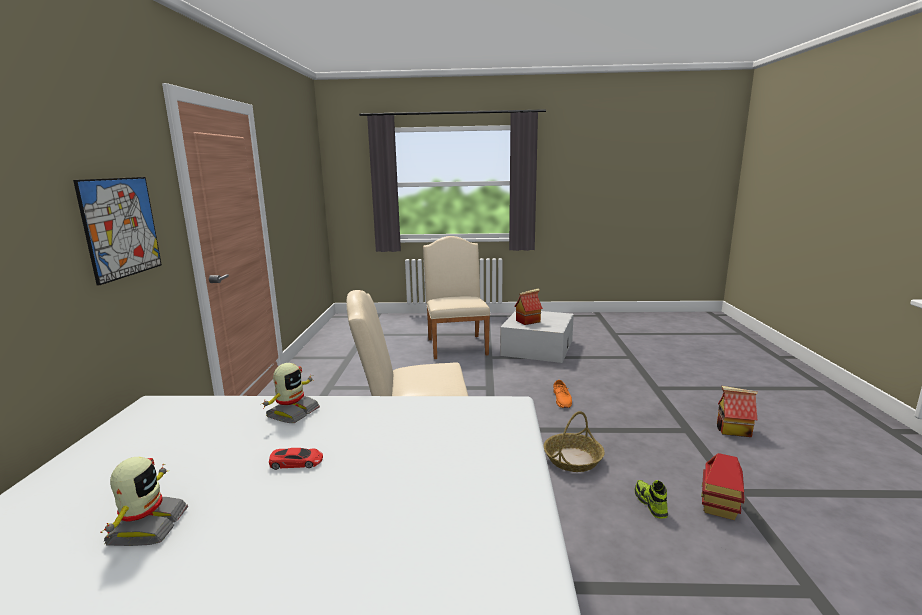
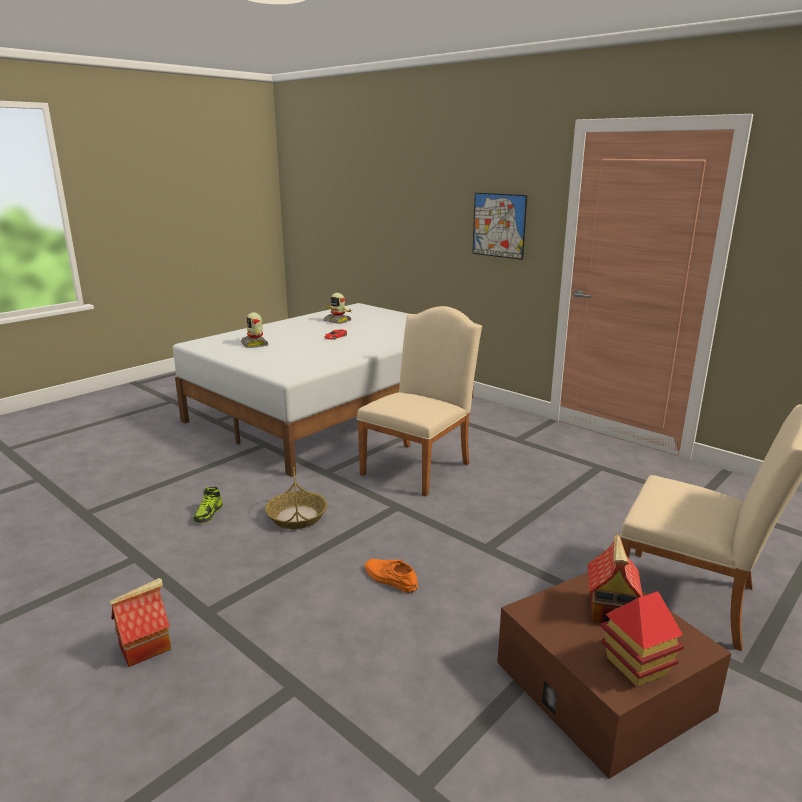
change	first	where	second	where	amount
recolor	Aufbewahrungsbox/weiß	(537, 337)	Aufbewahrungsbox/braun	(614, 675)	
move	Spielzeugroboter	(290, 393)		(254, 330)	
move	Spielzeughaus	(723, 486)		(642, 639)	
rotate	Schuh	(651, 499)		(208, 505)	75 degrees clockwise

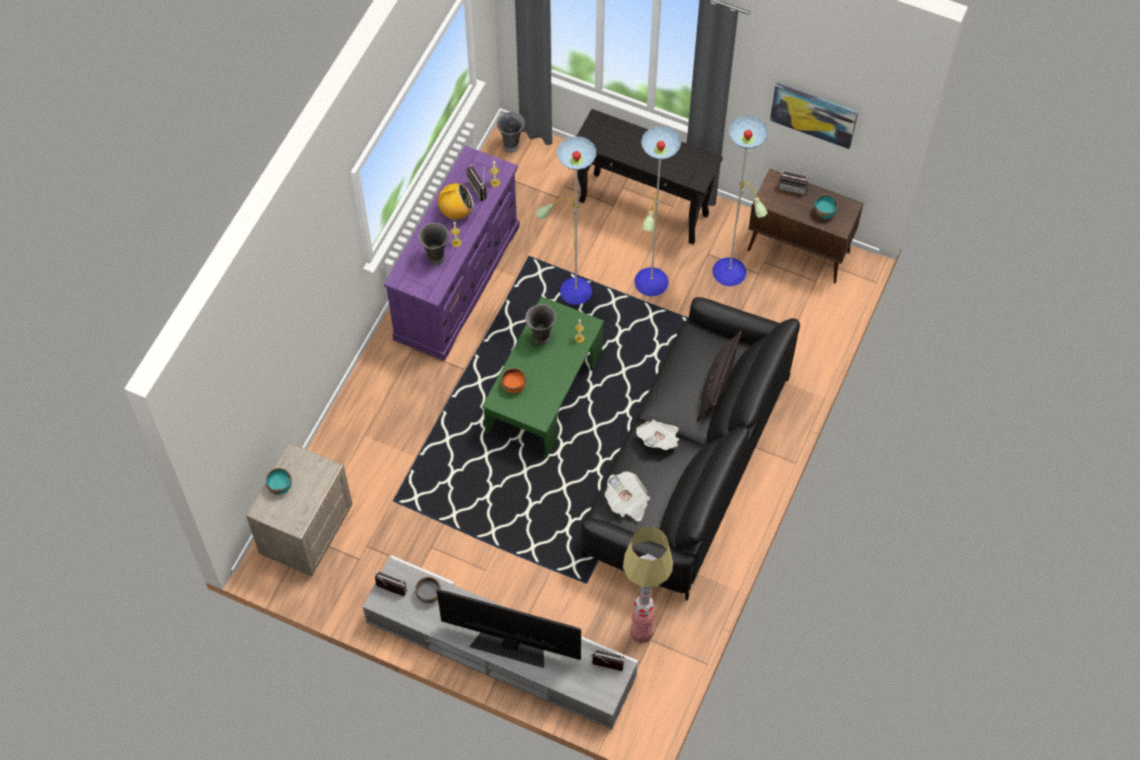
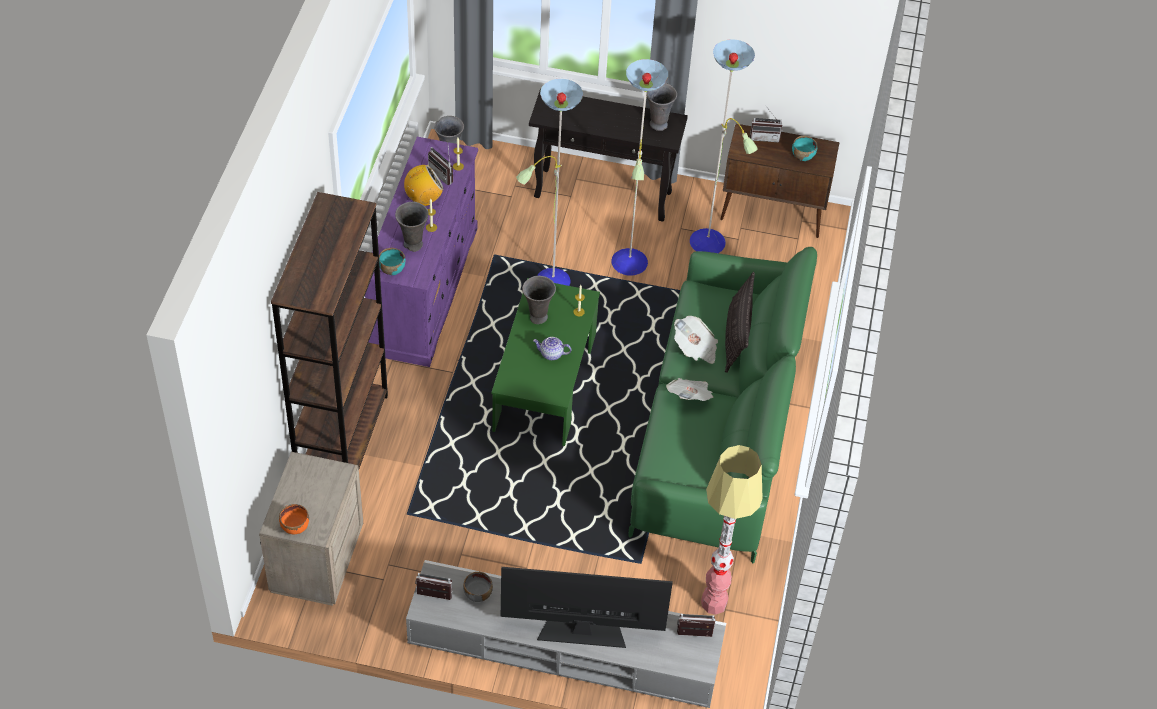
change	first	where	second	where	amount
delete	Bild	(814, 116)			
recolor	Sofa/schwarz	(690, 449)	Sofa/grün	(722, 405)	
move	Schüssel/orange	(513, 380)		(294, 519)	
move	Schüssel/türkis	(279, 481)		(392, 261)	
move	Zeitung	(627, 496)		(696, 340)	
insert			Vase/grau	(661, 107)	
insert			Bücherregal/braun	(329, 330)	
insert			Teekanne	(552, 348)	

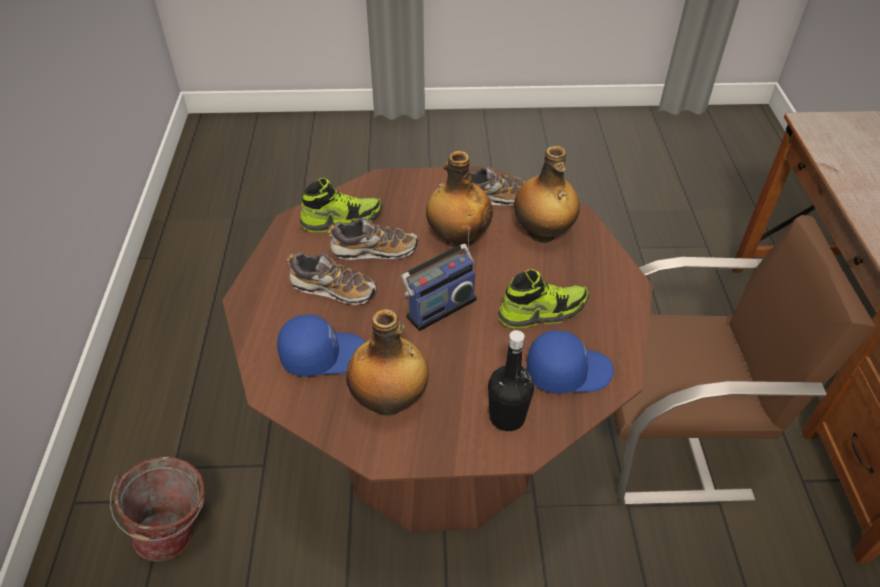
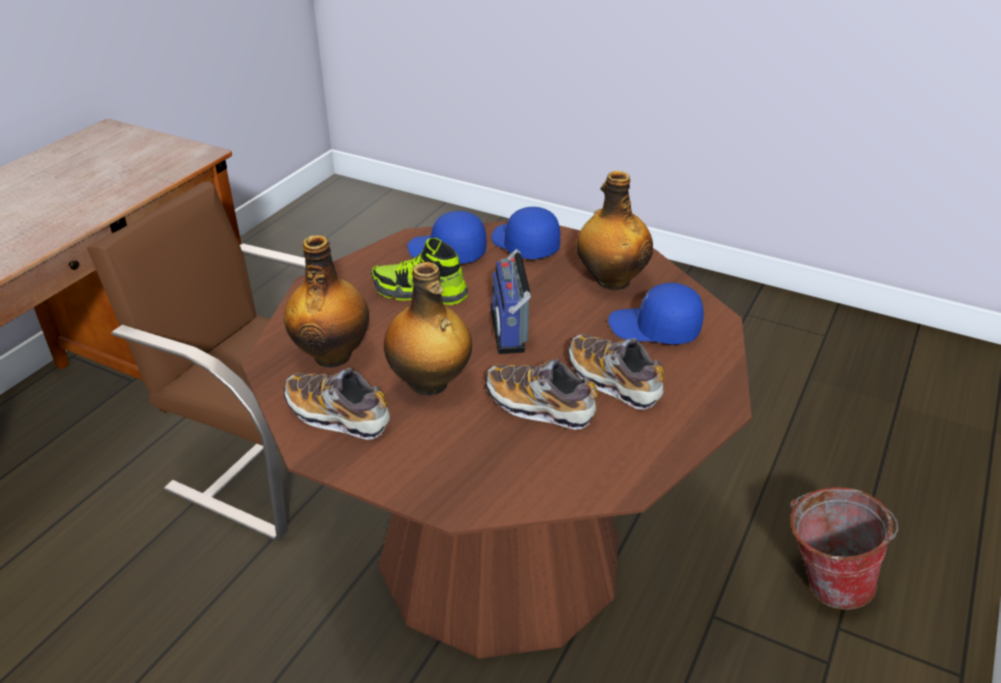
change	first	where	second	where	amount
delete	Schuh	(341, 205)			
rotate	Radio	(439, 278)		(510, 301)	90 degrees counterclockwise
replace	Flasche/schwarz	(511, 380)	Kappe/blau	(525, 233)	

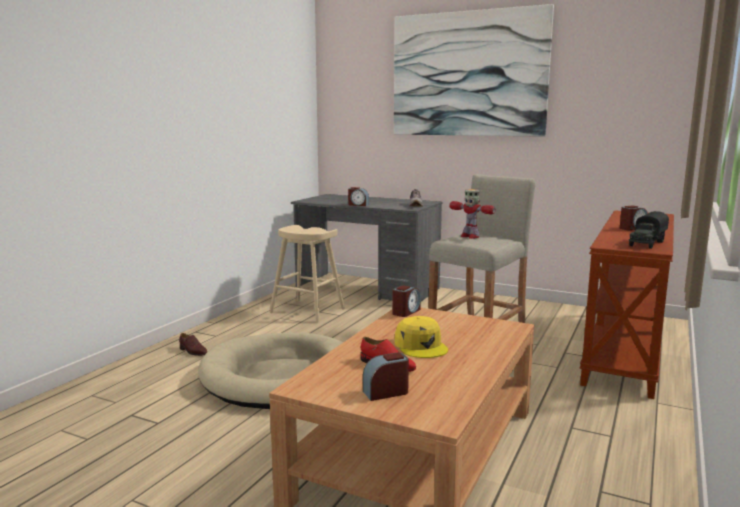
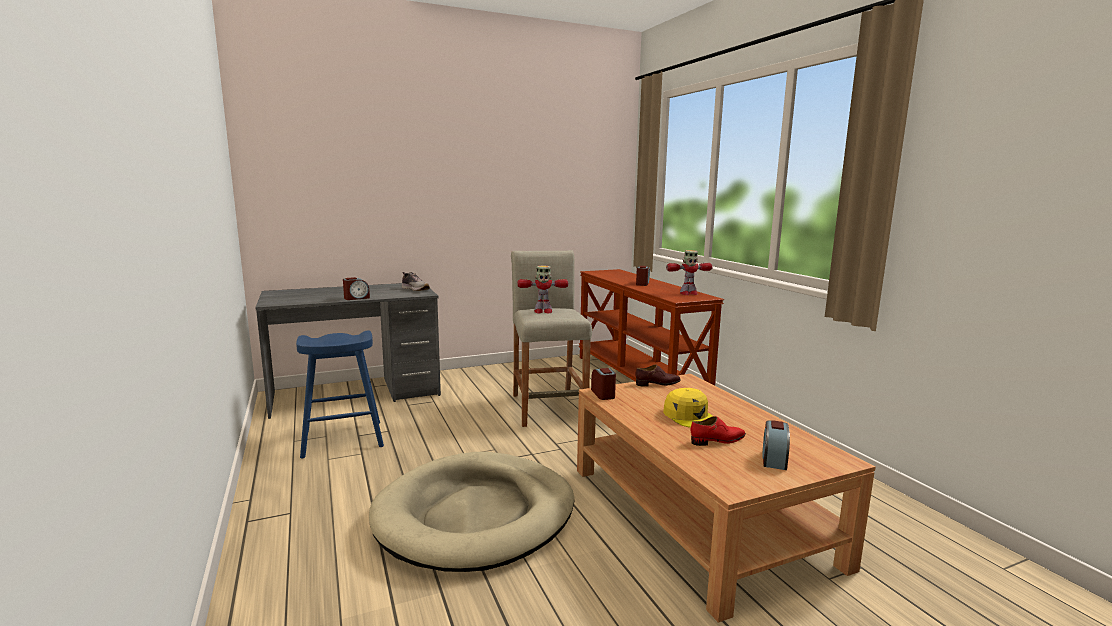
change	first	where	second	where	amount
delete	Bild	(474, 70)			
replace	Spielzeuglaster	(649, 230)	Spielzeugroboter	(689, 272)	
recolor	Hocker/beige	(307, 274)	Hocker/blau	(340, 394)	
rotate	Kappe/gelb	(421, 337)		(688, 408)	45 degrees clockwise
move	Schuh/braun	(193, 344)		(658, 376)	

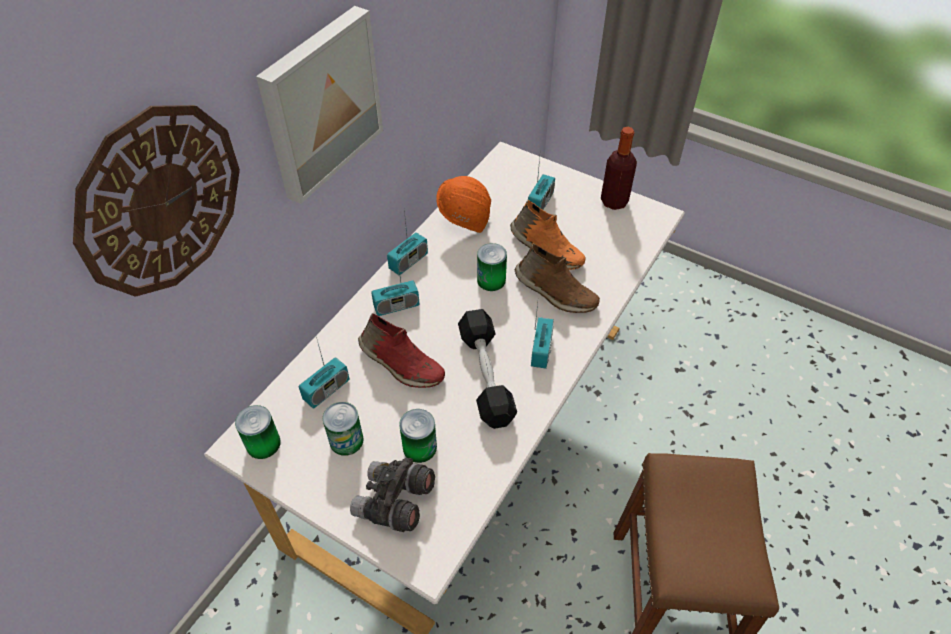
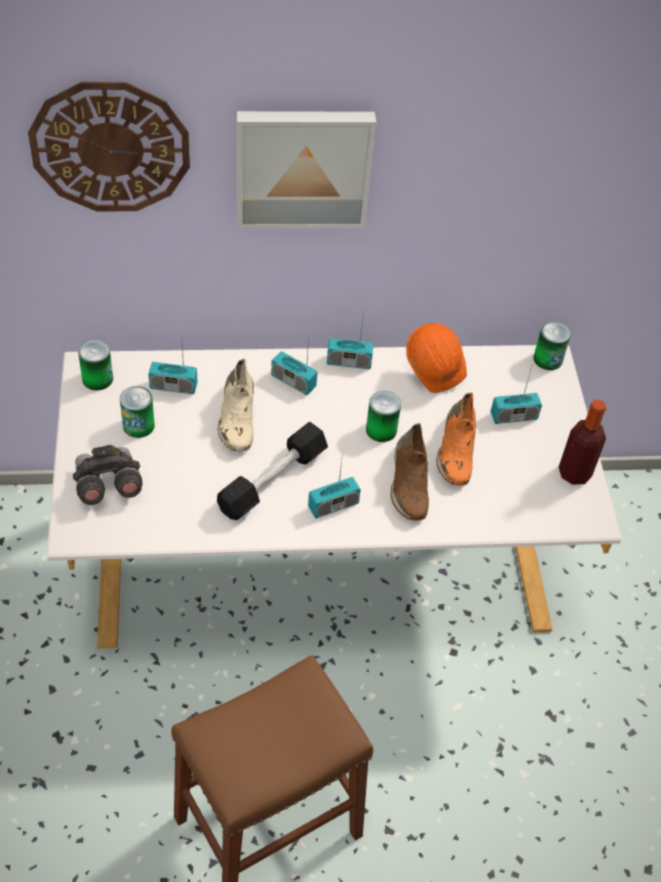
change	first	where	second	where	amount
recolor	Schuh/rot	(401, 350)	Schuh/beige	(235, 405)	
move	Dose	(418, 436)		(552, 345)	

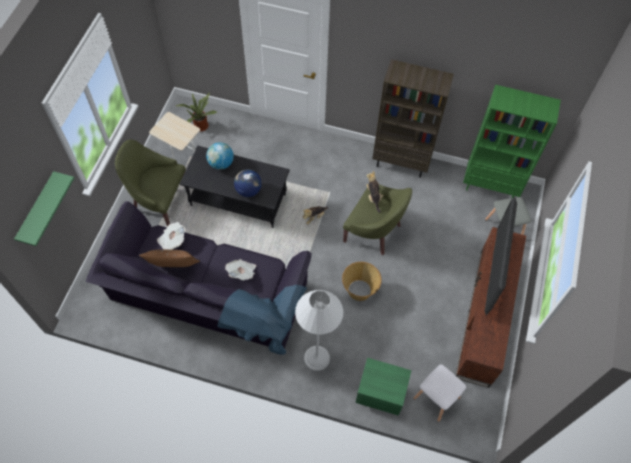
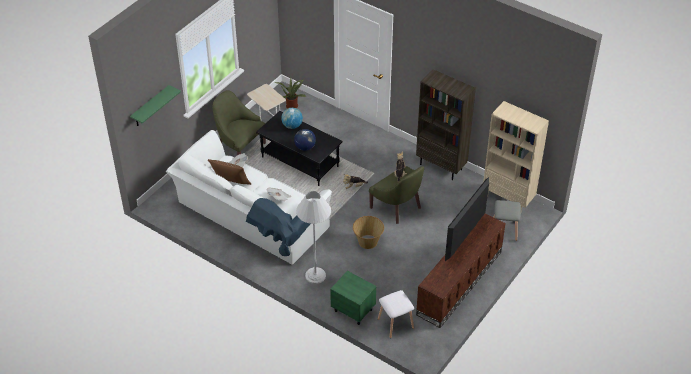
change	first	where	second	where	amount
recolor	Bücherregal/grün	(512, 141)	Bücherregal/beige	(516, 156)	
recolor	Sofa/schwarz	(199, 278)	Sofa/weiß	(249, 197)	

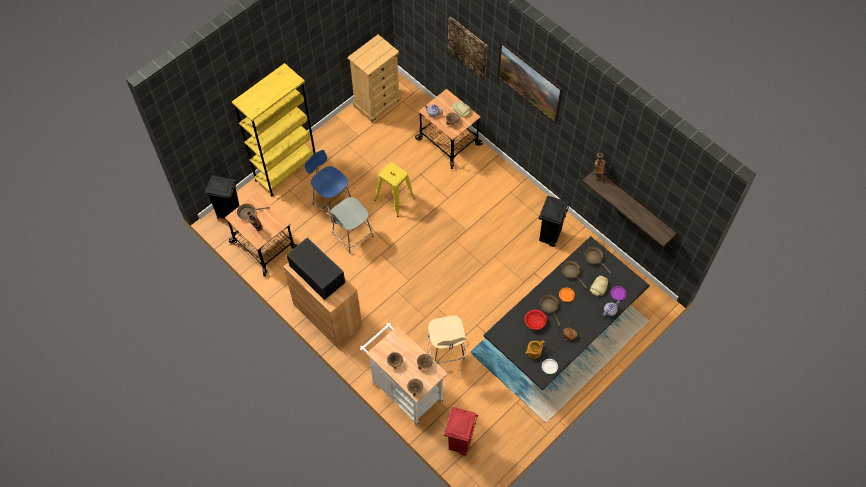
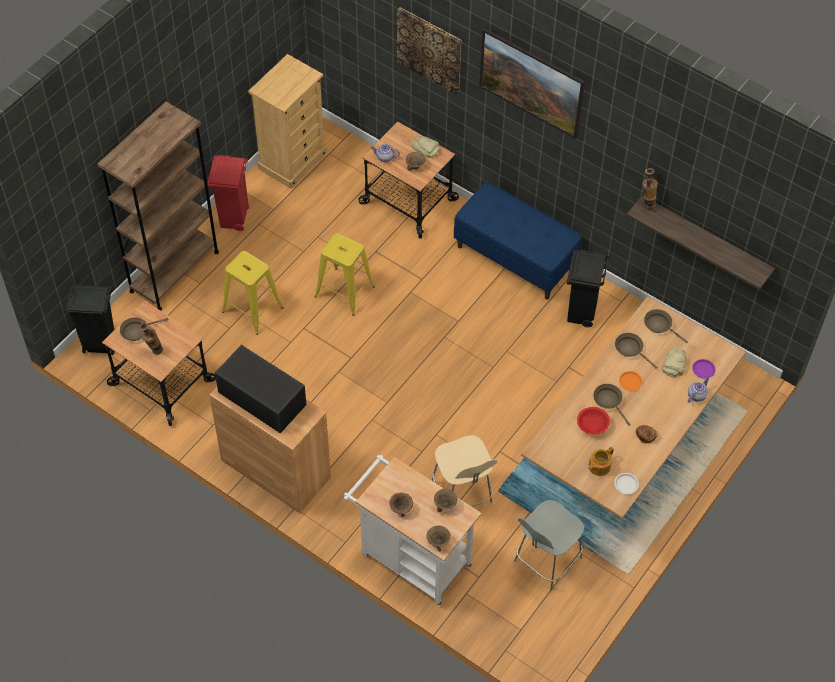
change	first	where	second	where	amount
recolor	Bücherregal/gelb	(273, 130)	Bücherregal/braun	(158, 206)	
replace	Stuhl/blau	(327, 186)	Hocker/gelb	(253, 293)	
move	Stuhl/grau	(349, 225)		(549, 545)	
recolor	Esstisch/schwarz	(566, 313)	Esstisch/beige	(633, 407)	
move	Mülleimer/rot	(461, 431)		(228, 193)	
insert			Bank/blau	(518, 240)	

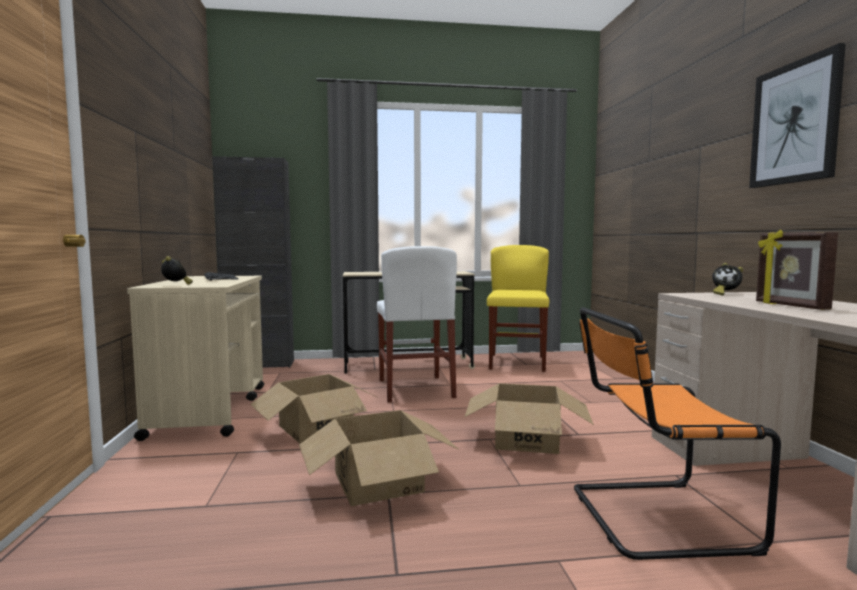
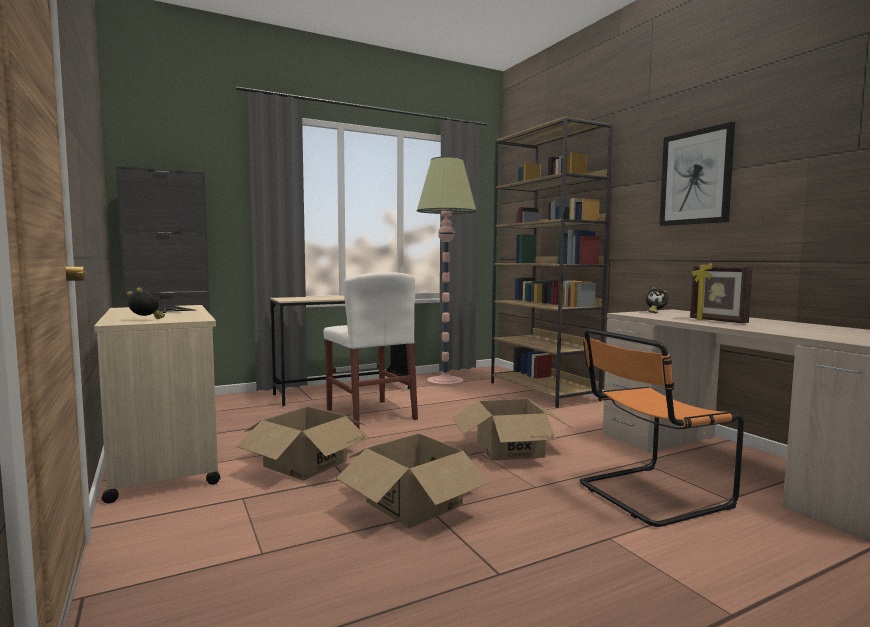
change	first	where	second	where	amount
replace	Stuhl/gelb	(518, 308)	Stehlampe	(447, 271)	
insert			Bücherregal/braun	(552, 262)	

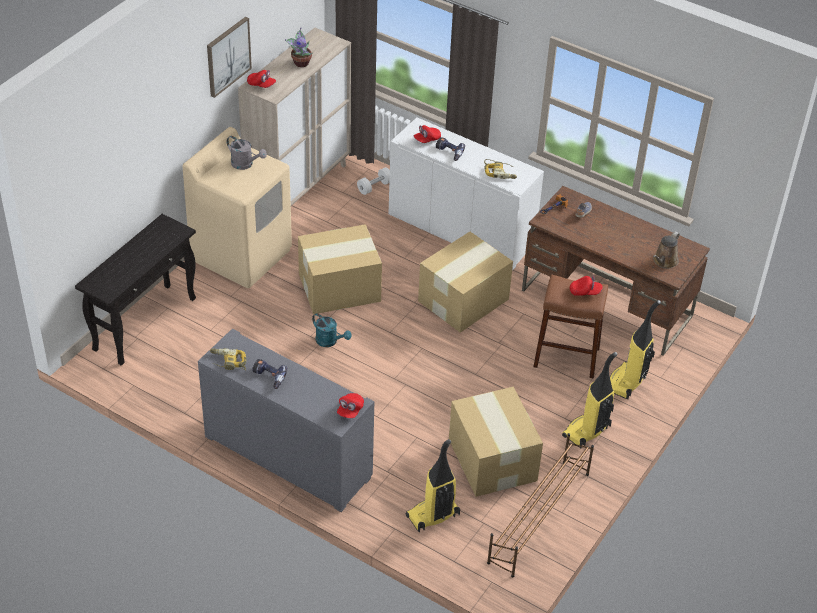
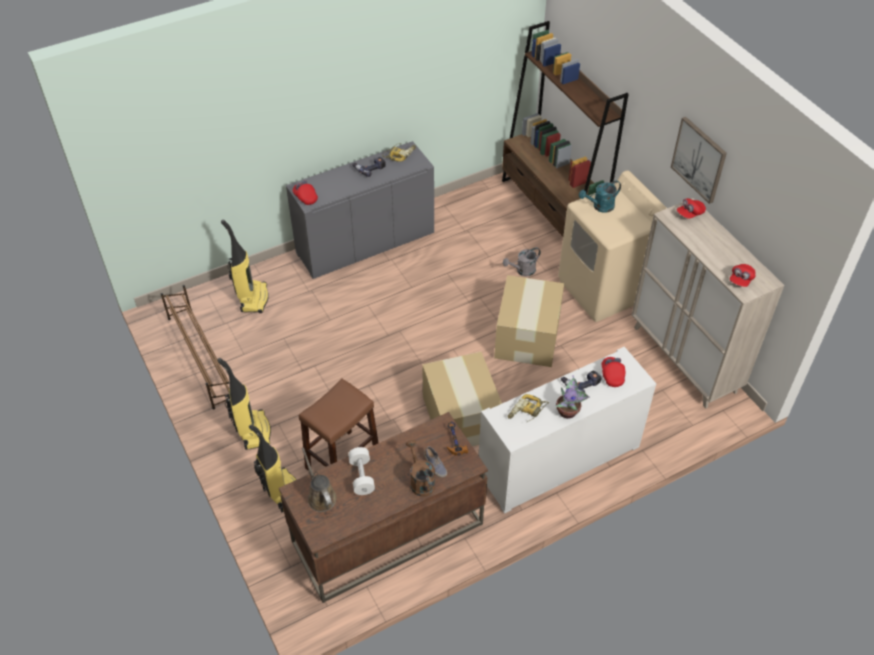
change	first	where	second	where	amount
move	Topfpflanze	(298, 47)		(572, 397)	
move	Gießkanne/grau	(247, 153)		(522, 261)	
move	Hantel/weiß	(373, 181)		(361, 471)	
replace	Konsolentisch/schwarz	(135, 290)	Bücherregal/braun	(565, 128)	
move	Kappe/rot	(586, 285)		(743, 275)	
move	Gießkanne/türkis	(332, 330)		(600, 197)	
delete	Karton	(496, 442)			
insert			Gießkanne/braun	(420, 468)	

